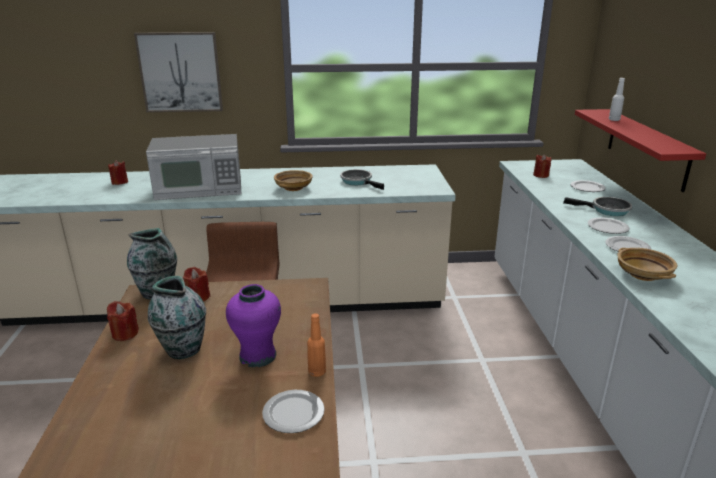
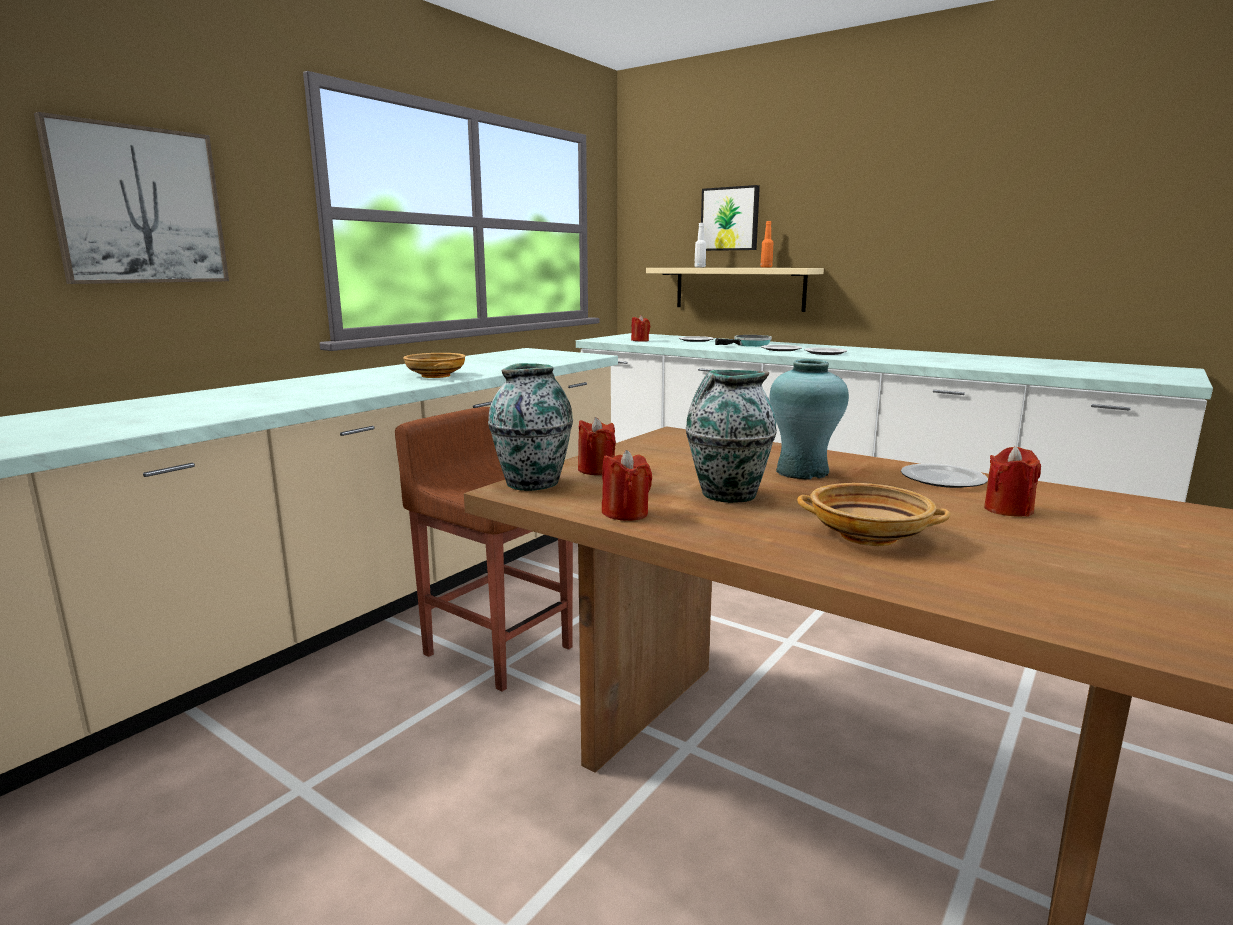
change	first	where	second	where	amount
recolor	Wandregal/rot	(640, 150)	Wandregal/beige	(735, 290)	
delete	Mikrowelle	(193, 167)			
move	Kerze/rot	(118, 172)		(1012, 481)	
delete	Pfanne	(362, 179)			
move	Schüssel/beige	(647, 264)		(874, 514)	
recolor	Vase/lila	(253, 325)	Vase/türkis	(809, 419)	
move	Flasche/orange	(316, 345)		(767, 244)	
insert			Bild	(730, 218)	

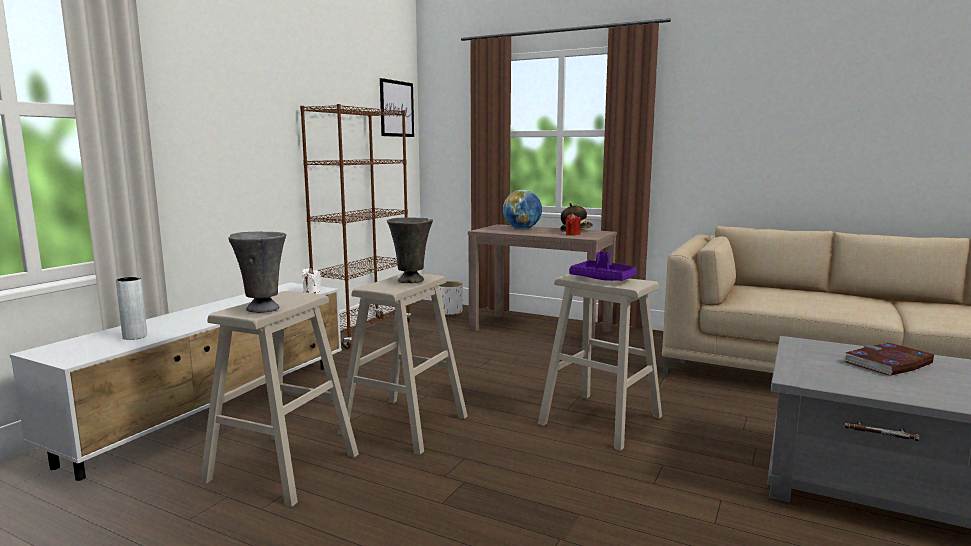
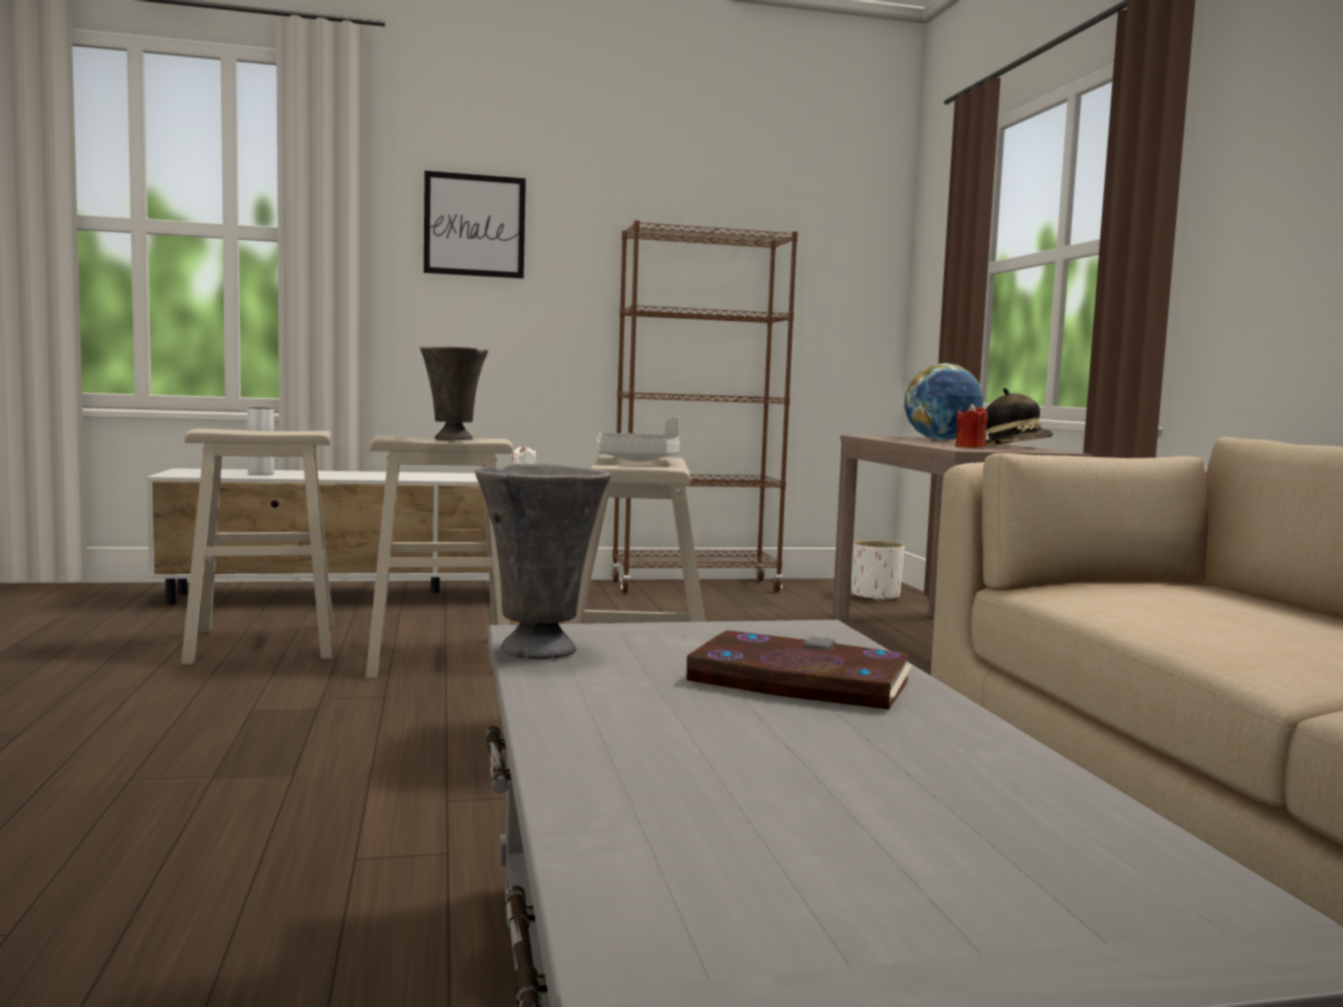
change	first	where	second	where	amount
move	Bild	(397, 107)		(475, 225)	
move	Vase/grau	(257, 272)		(543, 561)	
recolor	Tablett/lila	(603, 266)	Tablett/grau	(638, 439)	

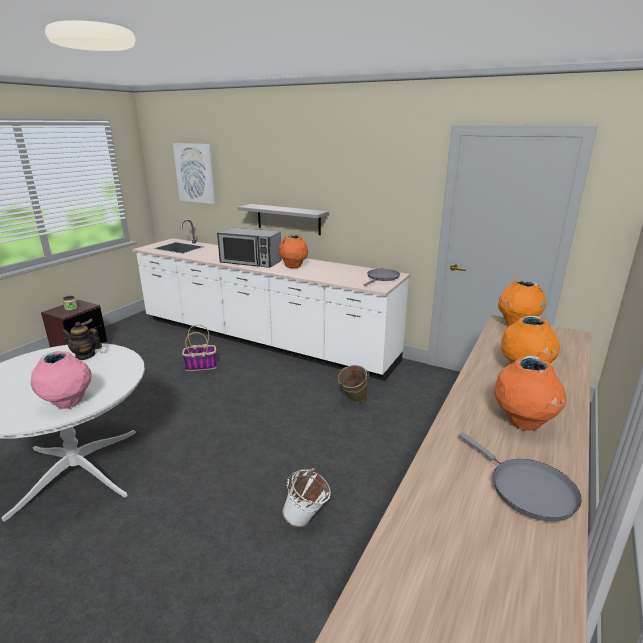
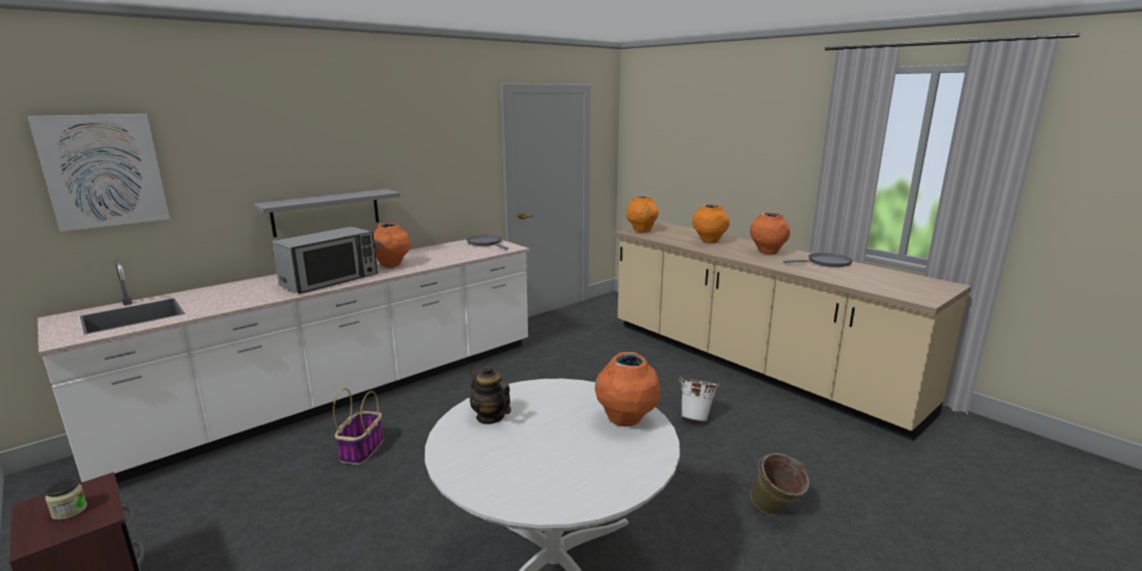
change	first	where	second	where	amount
rotate	Teekanne	(81, 341)		(490, 394)	105 degrees clockwise
recolor	Vase/rosa	(61, 380)	Vase/orange	(627, 389)	
move	Eimer/grün	(353, 384)		(780, 484)	

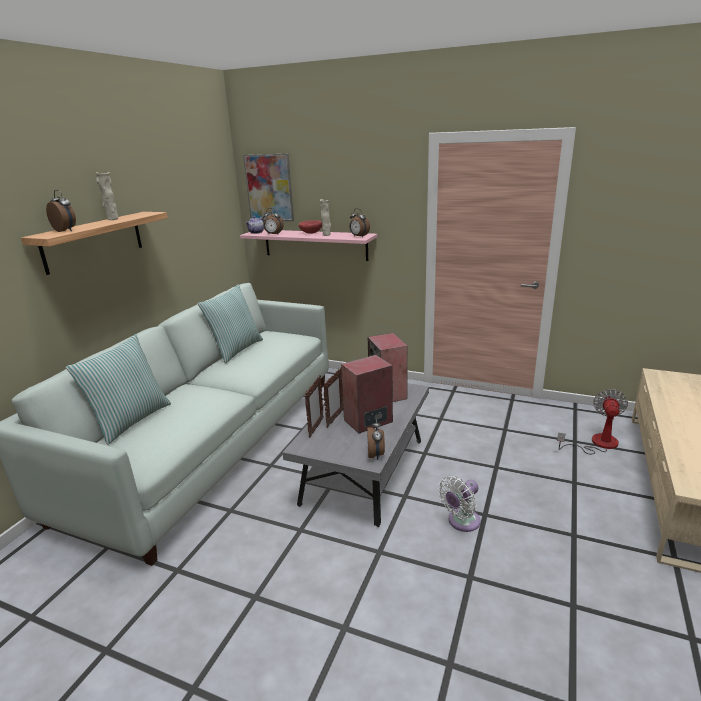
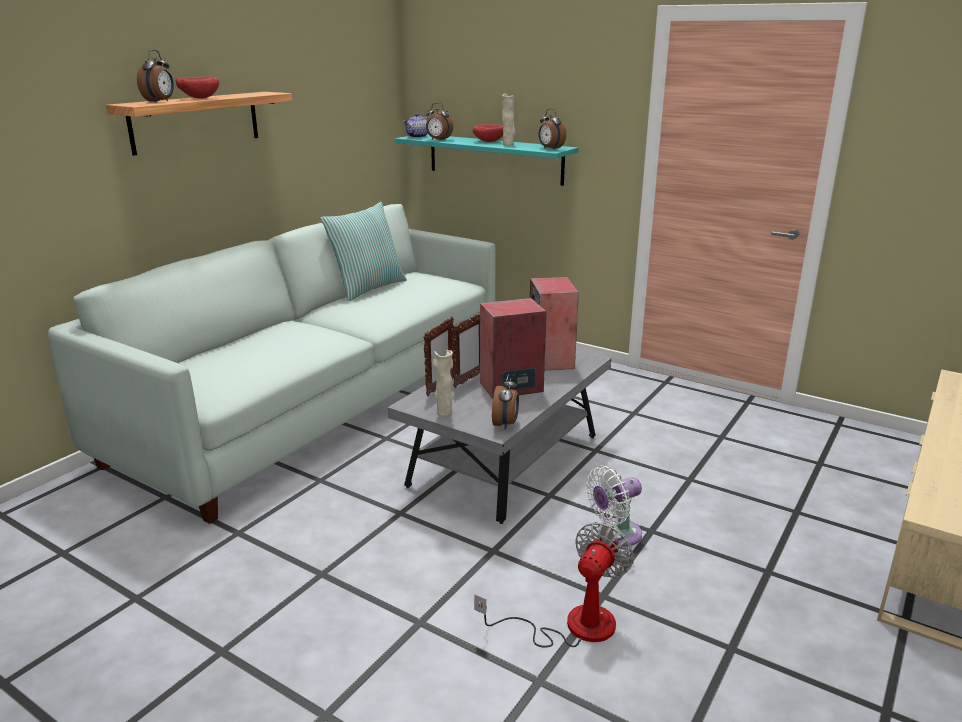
change	first	where	second	where	amount
delete	Bild	(268, 187)			
move	Vase/beige	(107, 196)		(443, 383)	
rotate	Wecker	(61, 211)		(155, 76)	60 degrees clockwise
recolor	Wandregal/rosa	(309, 245)	Wandregal/türkis	(487, 160)	
delete	Kissen	(118, 389)			
move	Ventilator	(592, 421)		(554, 585)	
insert			Schüssel/rot	(197, 88)	

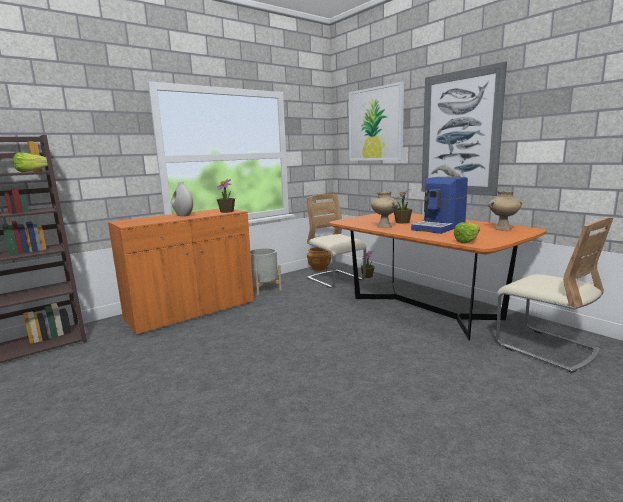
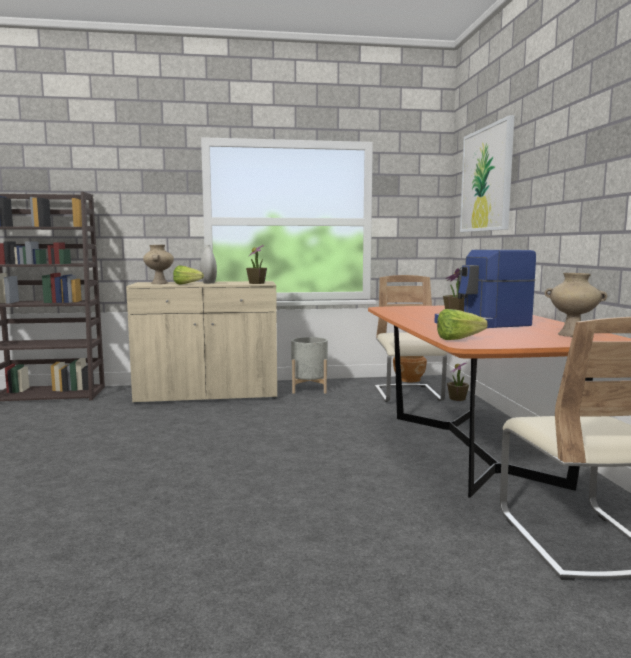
change	first	where	second	where	amount
delete	Bild	(464, 128)			
move	Salatkopf	(30, 162)		(188, 274)	
move	Vase/beige	(384, 209)		(158, 264)	
recolor	Schrank/orange	(181, 272)	Schrank/beige	(201, 342)	

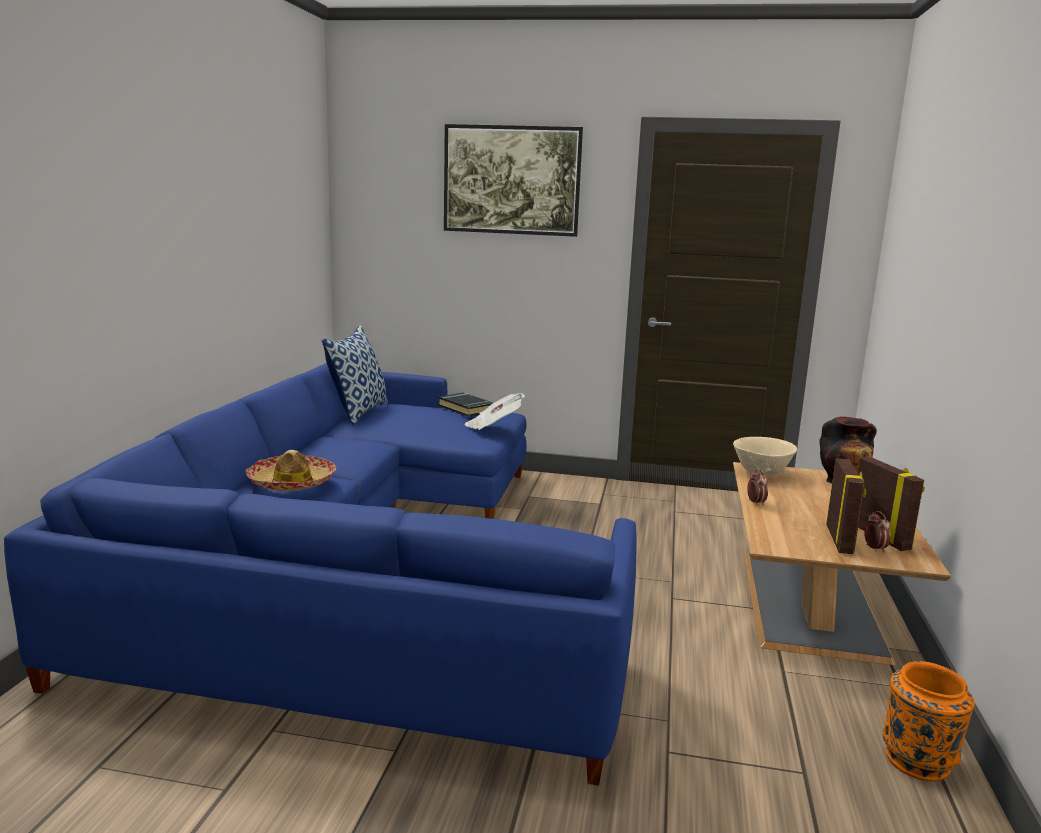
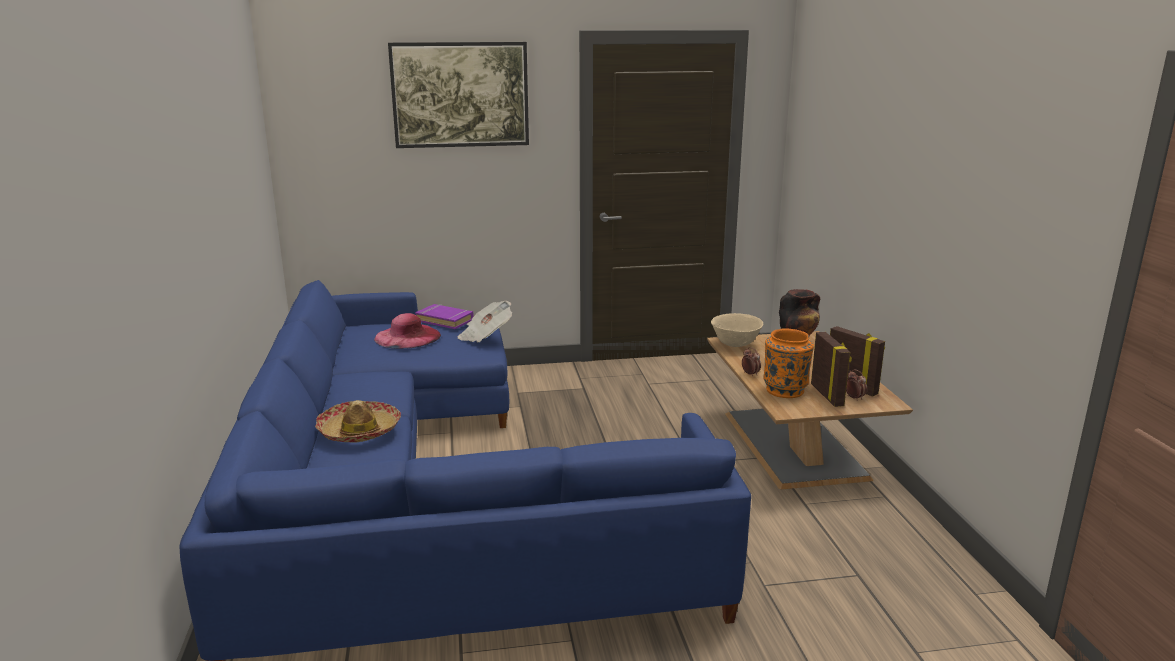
change	first	where	second	where	amount
delete	Kissen	(355, 375)			
recolor	Buch/schwarz	(465, 405)	Buch/lila	(444, 316)	
move	Vase/orange	(929, 721)		(788, 363)	
insert			Hut/rosa	(407, 331)	

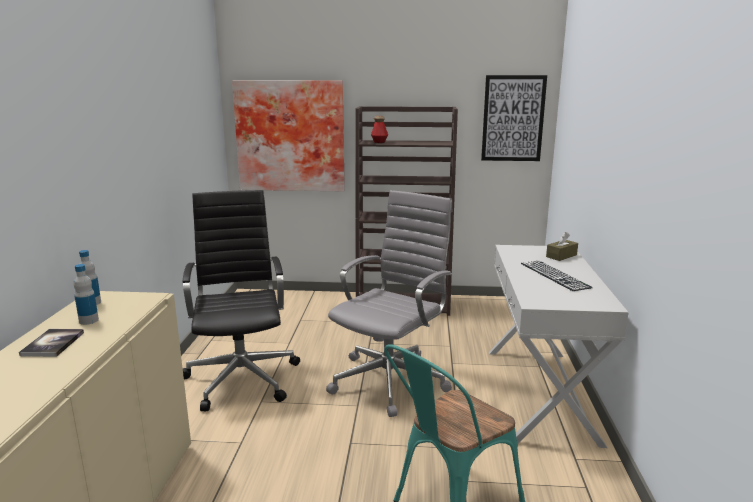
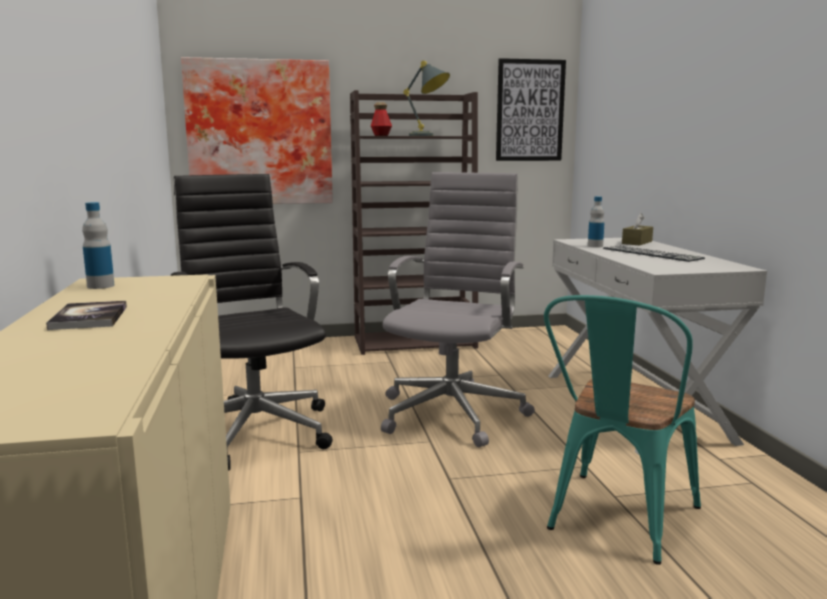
change	first	where	second	where	amount
move	Flasche	(86, 294)		(596, 221)	
insert			Tischlampe/grau	(426, 98)	

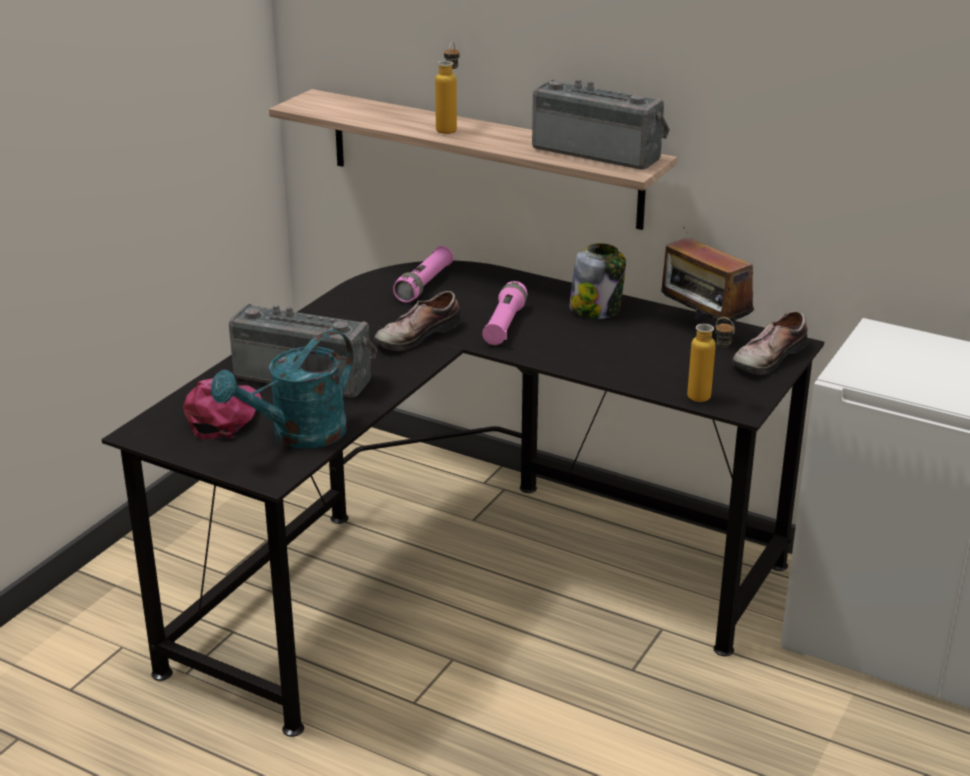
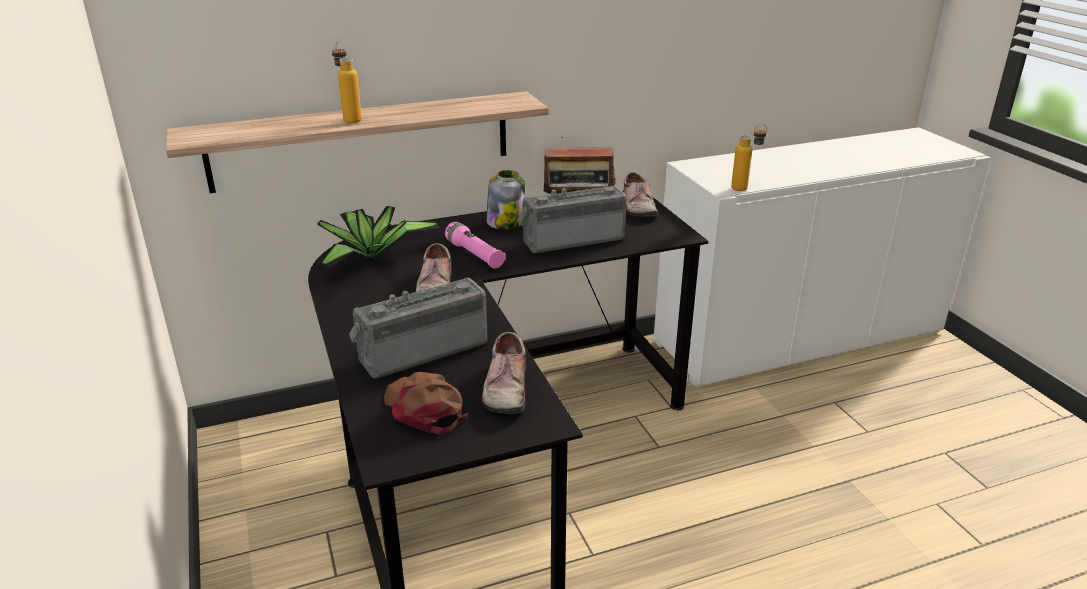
change	first	where	second	where	amount
move	Radio	(601, 124)		(572, 219)	
replace	Taschenlampe/rosa	(423, 274)	Topfpflanze	(378, 237)	
move	Flasche	(711, 359)		(749, 157)	
replace	Gießkanne/türkis	(282, 389)	Schuh	(503, 373)	
recolor	Kappe/rosa	(222, 408)	Kappe/braun	(426, 403)	

